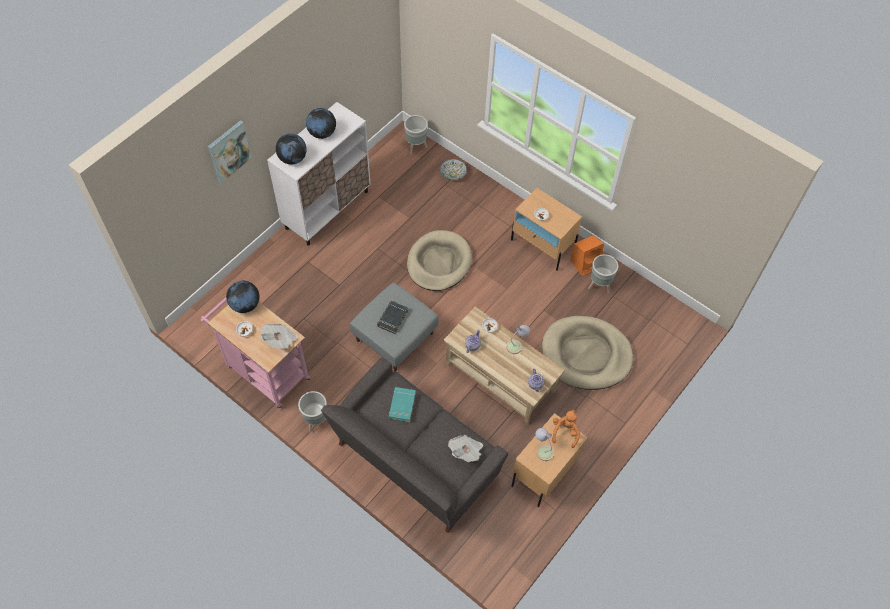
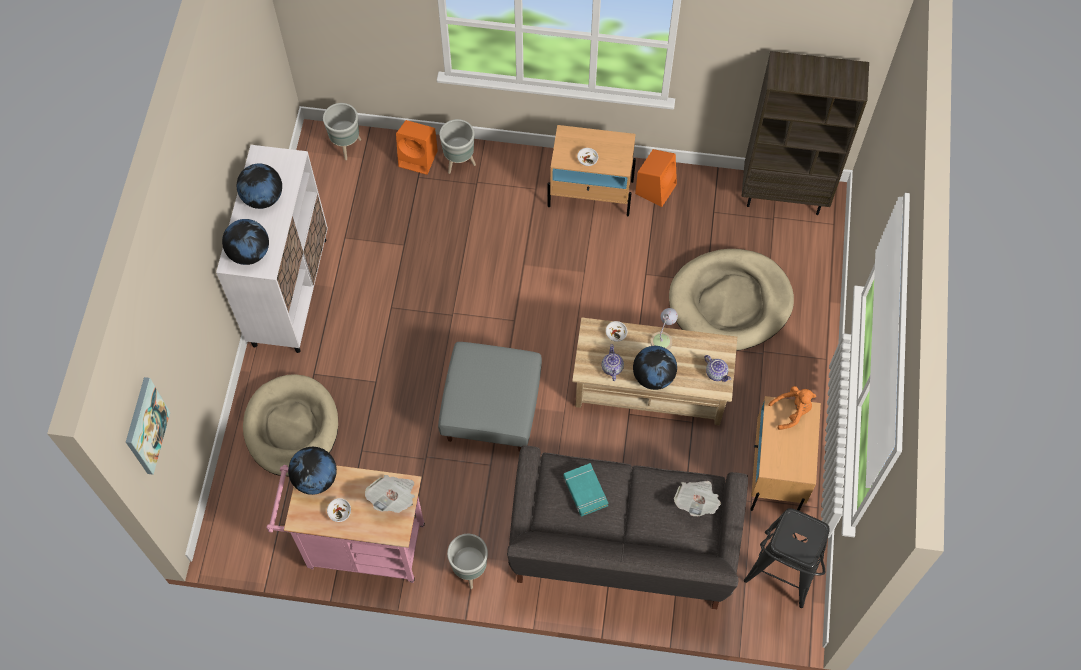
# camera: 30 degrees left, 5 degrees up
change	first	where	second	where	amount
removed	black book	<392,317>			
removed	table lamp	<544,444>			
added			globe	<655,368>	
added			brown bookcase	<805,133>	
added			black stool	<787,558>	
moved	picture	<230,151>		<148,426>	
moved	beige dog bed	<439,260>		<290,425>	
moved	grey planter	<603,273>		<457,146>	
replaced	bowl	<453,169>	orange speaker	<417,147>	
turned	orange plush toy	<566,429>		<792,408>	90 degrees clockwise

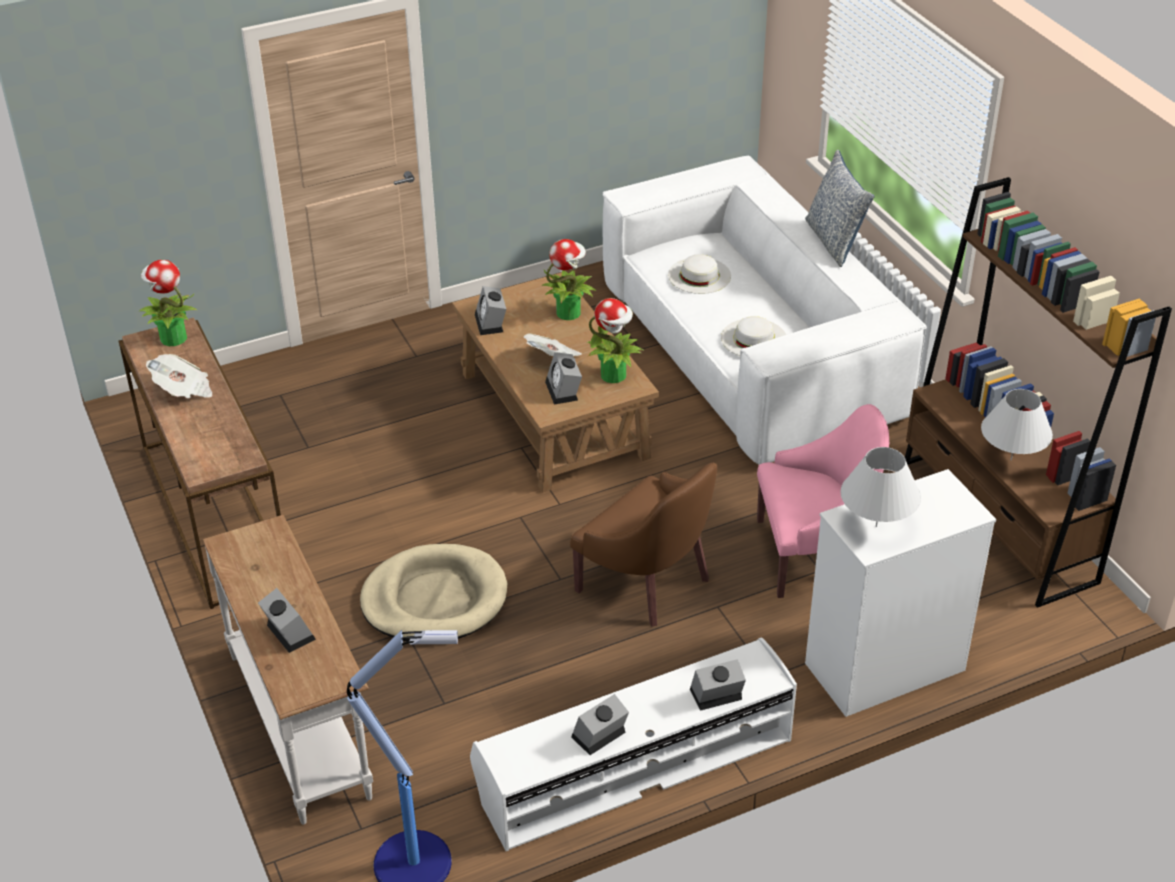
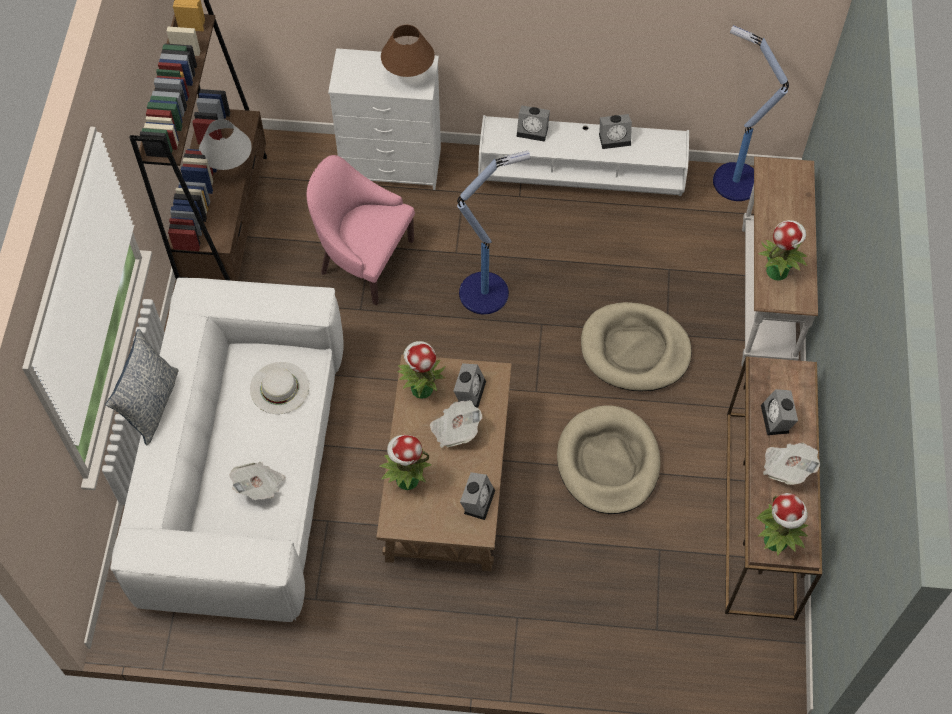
# camera: 150 degrees left, 20 degrees up
change	first	where	second	where	amount
added			beige dog bed	<609,459>	
added			potted plant	<782,250>	
moved	alarm clock	<287,620>		<779,412>	
replaced	brown armchair	<643,545>	floor lamp	<493,232>	
replaced	white hat	<699,274>	newspaper	<257,481>	
recoloured	white table lamp	<880,487>	brown table lamp	<408,51>	

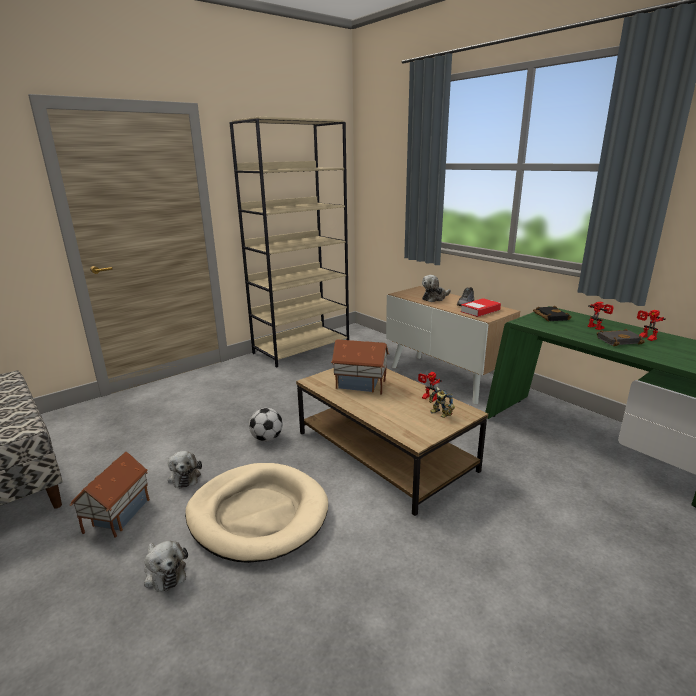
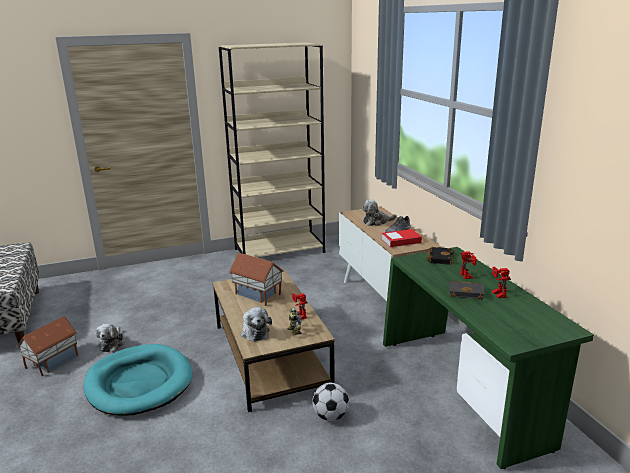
# camera: 20 degrees right, 0 degrees up
change	first	where	second	where	amount
moved	plush toy	<166,566>		<256,324>	
moved	football	<266,424>		<330,402>	
recoloured	beige dog bed	<256,513>	turquoise dog bed	<138,380>	

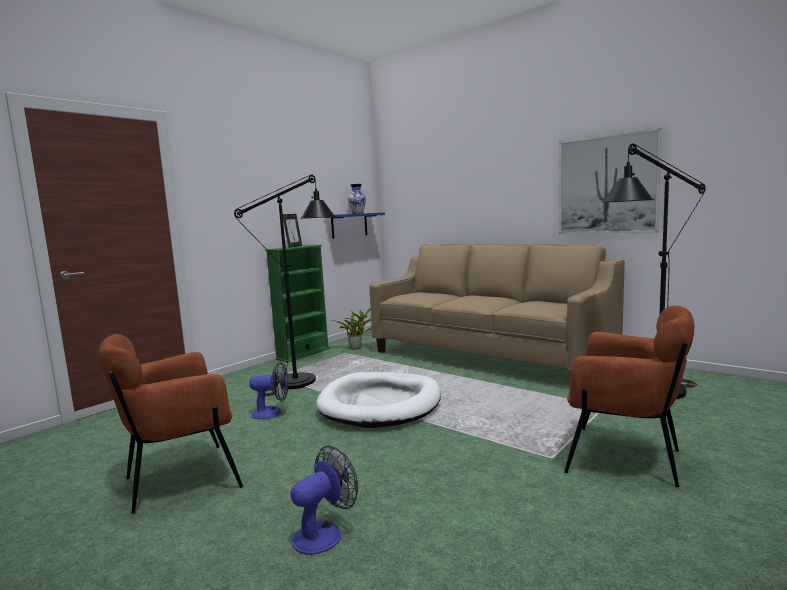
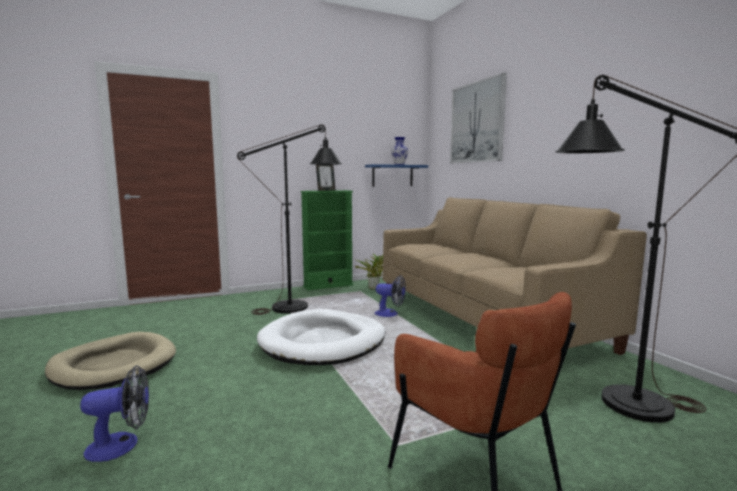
# camera: 25 degrees right, 0 degrees up
change	first	where	second	where	amount
moved	fan	<268,390>		<390,296>	
moved	picture	<610,181>		<478,118>	
replaced	brown armchair	<171,424>	beige dog bed	<110,361>	

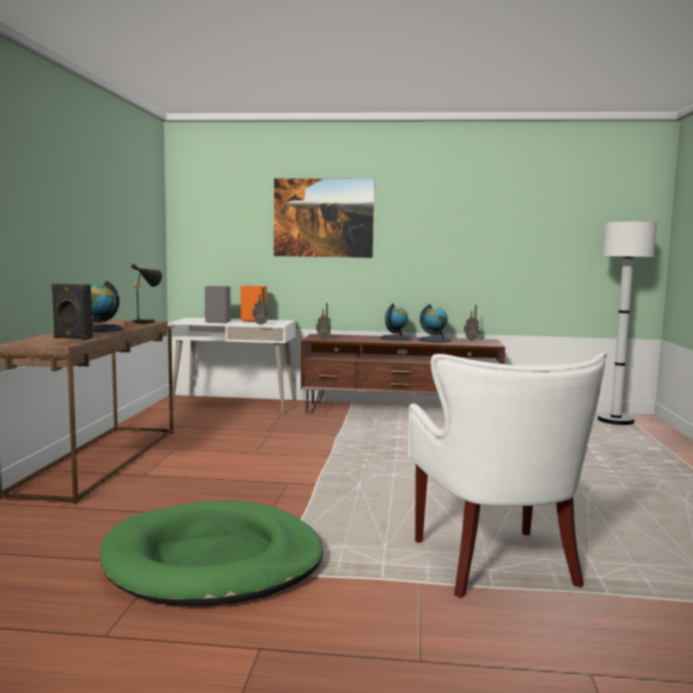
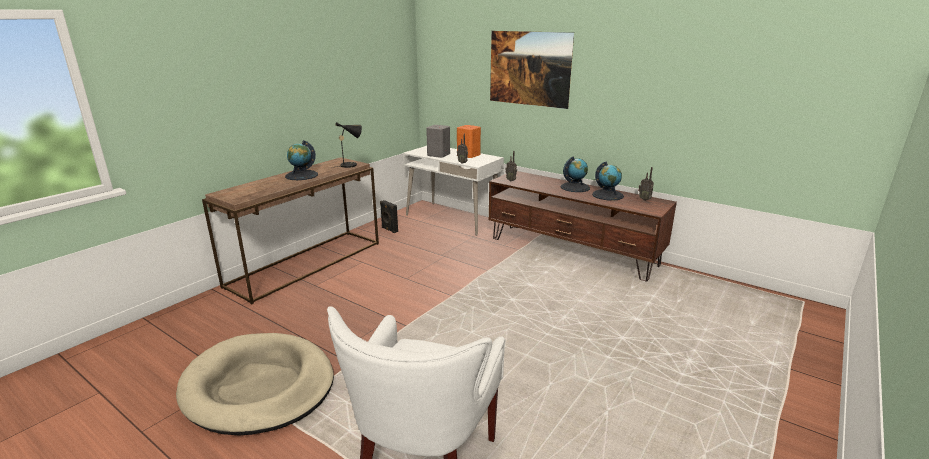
# camera: 30 degrees right, 15 degrees up
change	first	where	second	where	amount
removed	white floor lamp	<627,323>			
moved	black speaker	<72,311>		<389,216>	
recoloured	green dog bed	<211,553>	beige dog bed	<255,384>	

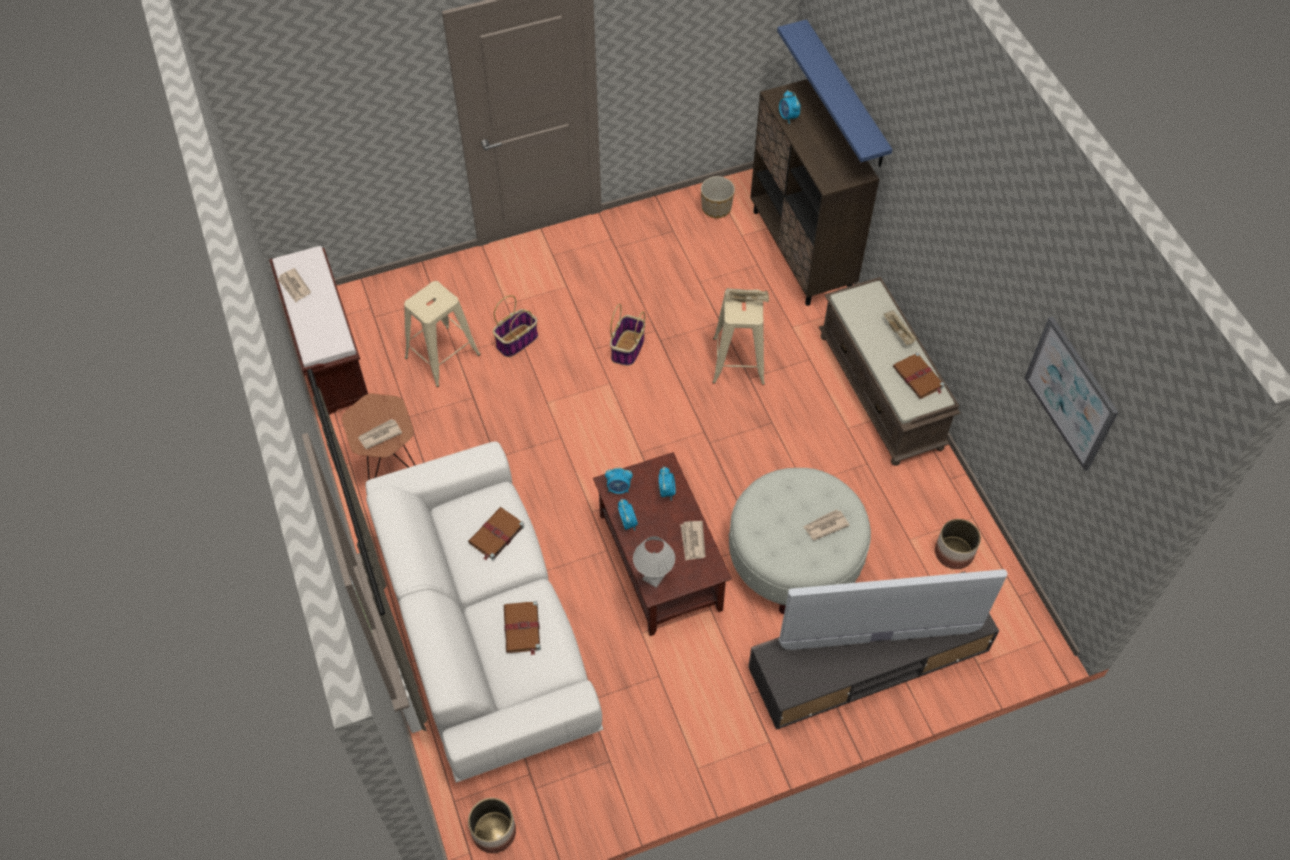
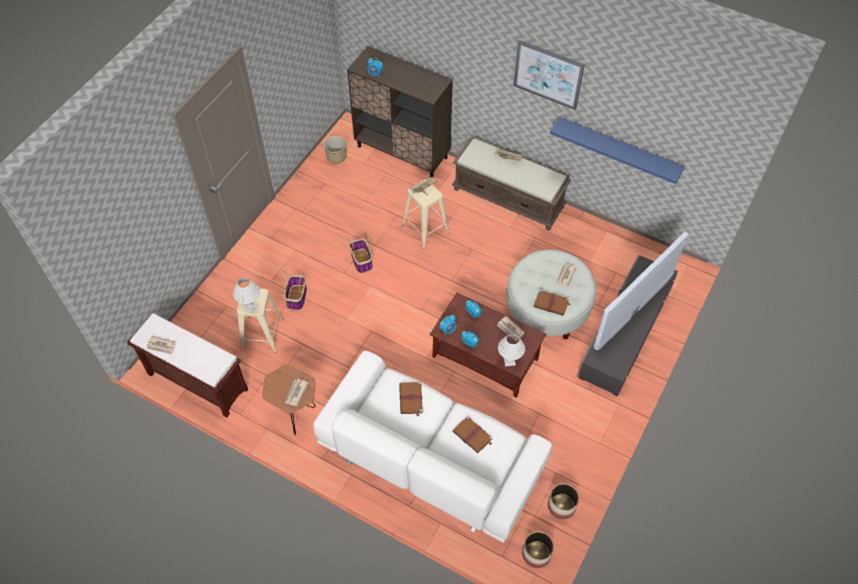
# camera: 40 degrees left, 0 degrees up
change	first	where	second	where	amount
added			white table lamp	<246,295>	
moved	blue shelf	<835,93>		<617,150>	
moved	brown book	<918,376>		<552,302>	
moved	planter	<958,544>		<563,501>	
moved	picture	<1071,393>		<549,75>	

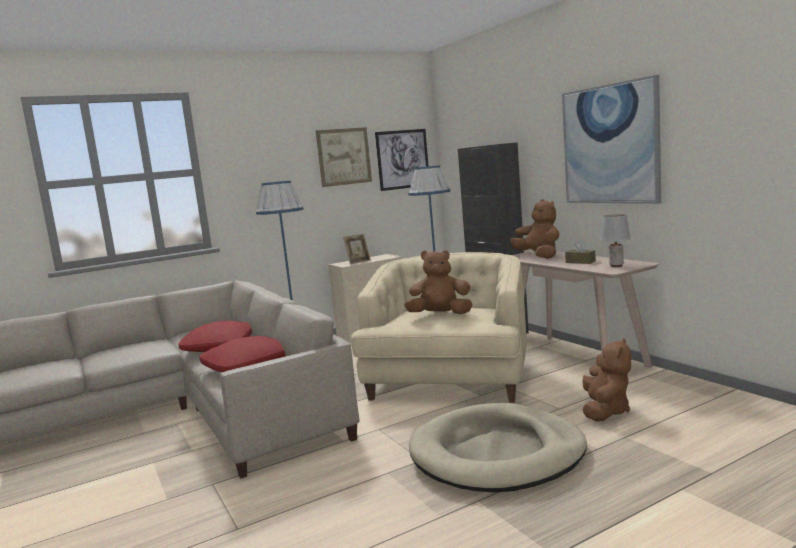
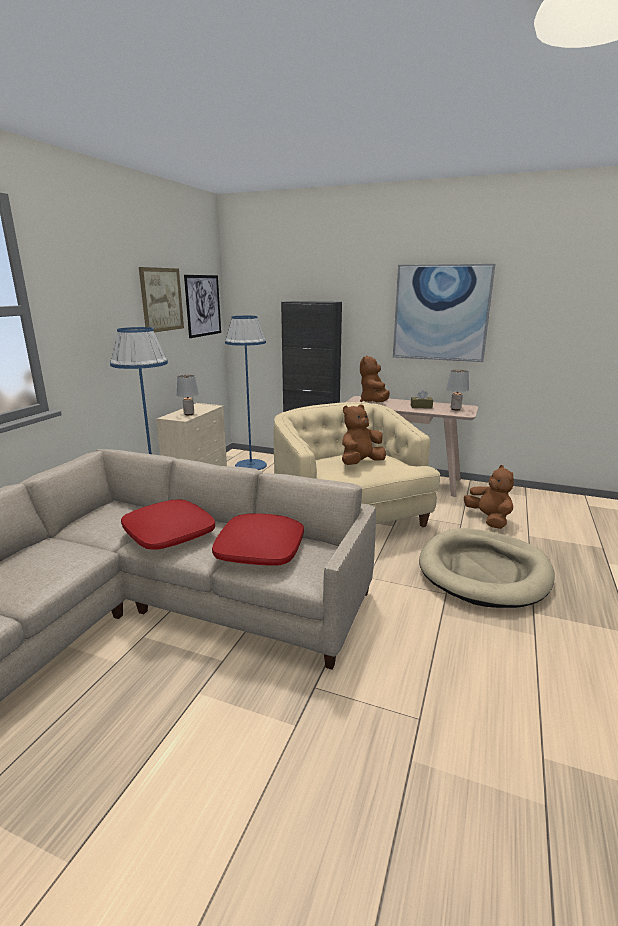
# camera: 40 degrees left, 10 degrees up
change	first	where	second	where	amount
replaced	picture frame	<357,249>	grey table lamp	<188,395>	
turned	brown plush toy	<534,229>		<375,379>	105 degrees counterclockwise

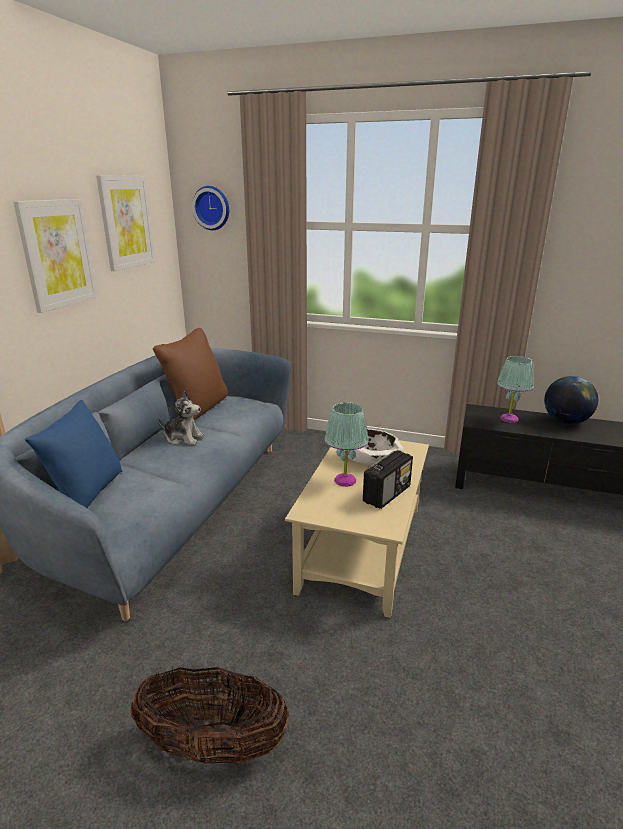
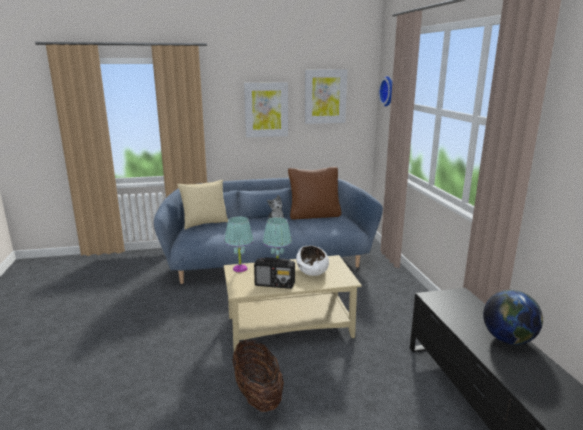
# camera: 60 degrees right, 5 degrees down
change	first	where	second	where	amount
moved	basket	<210,715>		<258,376>	
moved	turquoise table lamp	<515,389>		<239,244>	
recoloured	blue pillow	<73,454>	beige pillow	<202,205>	

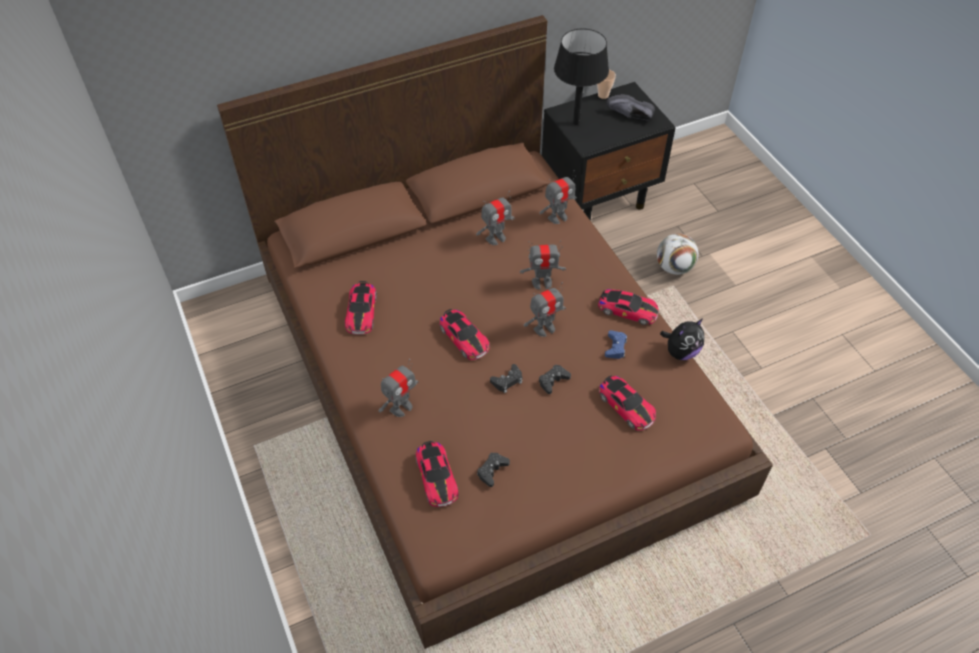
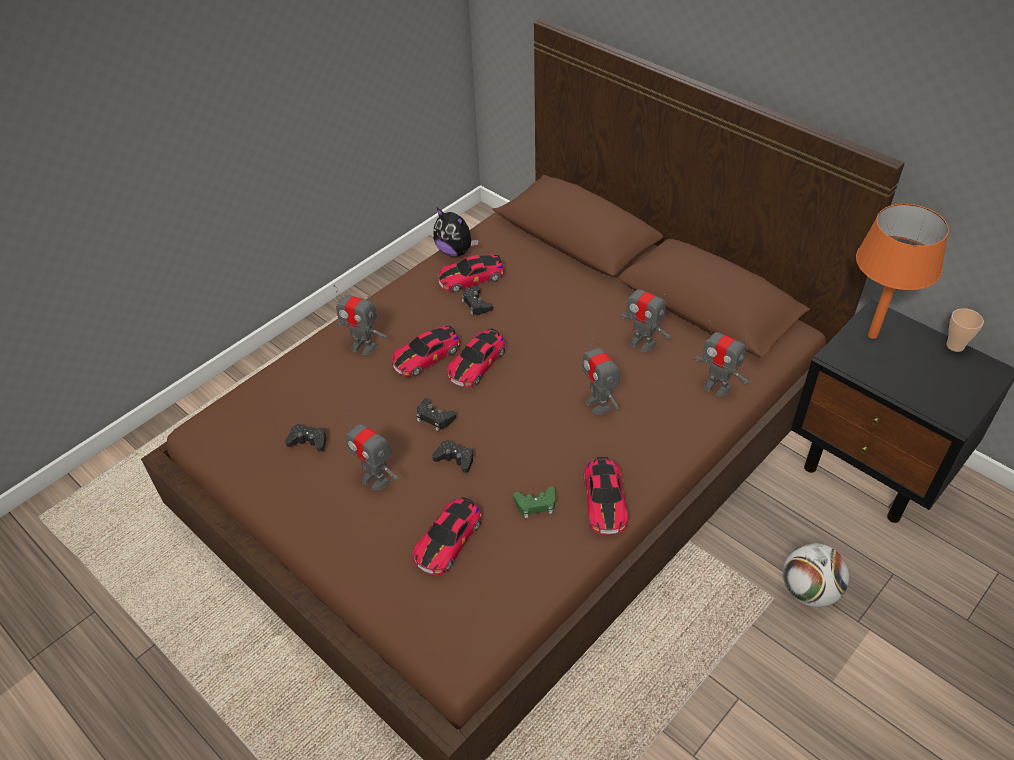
# camera: 70 degrees right, 5 degrees down
change	first	where	second	where	amount
removed	black shoe	<630,107>			
added			black game controller	<477,300>	
moved	toy car	<436,474>		<426,351>	
moved	toy robot	<545,309>		<372,452>	
moved	plush toy	<682,339>		<456,232>	
recoloured	black table lamp	<581,77>	orange table lamp	<902,271>	
recoloured	blue game controller	<616,344>	green game controller	<534,502>	

